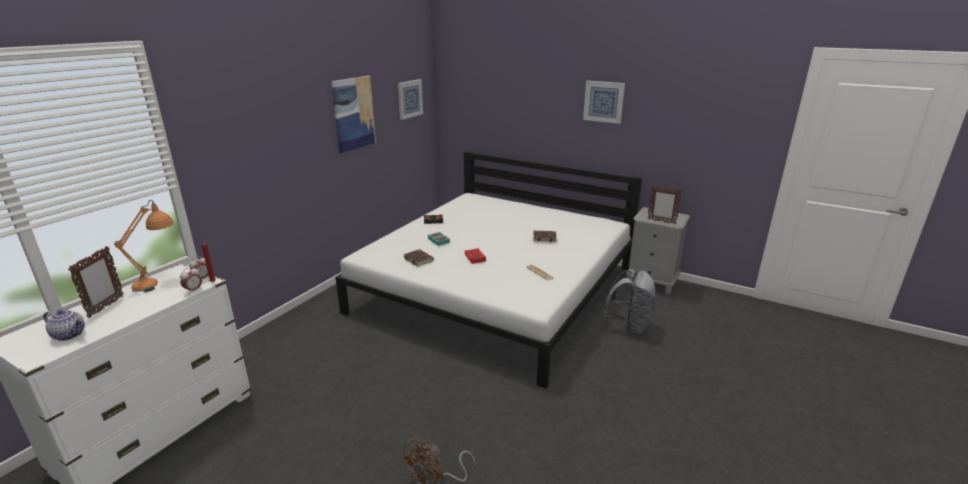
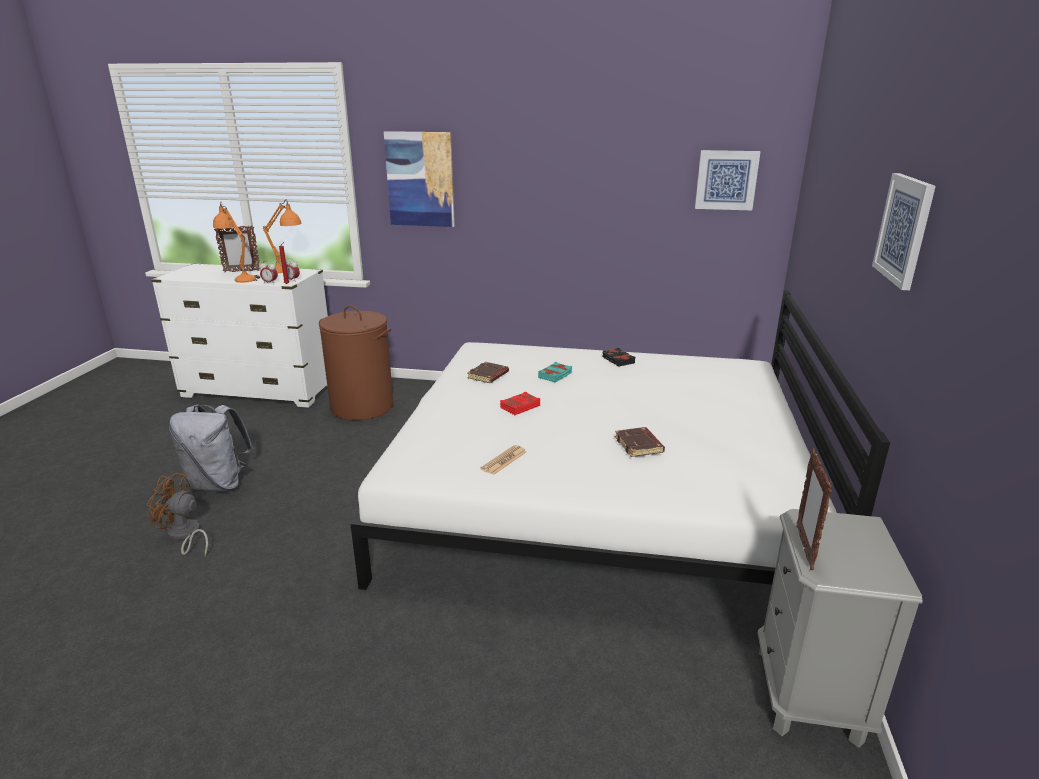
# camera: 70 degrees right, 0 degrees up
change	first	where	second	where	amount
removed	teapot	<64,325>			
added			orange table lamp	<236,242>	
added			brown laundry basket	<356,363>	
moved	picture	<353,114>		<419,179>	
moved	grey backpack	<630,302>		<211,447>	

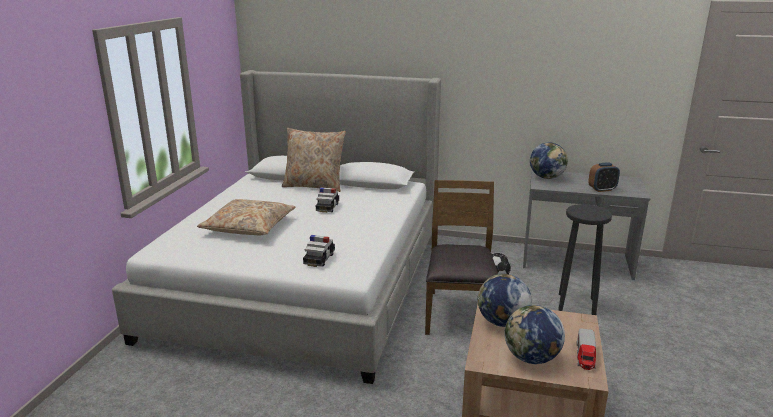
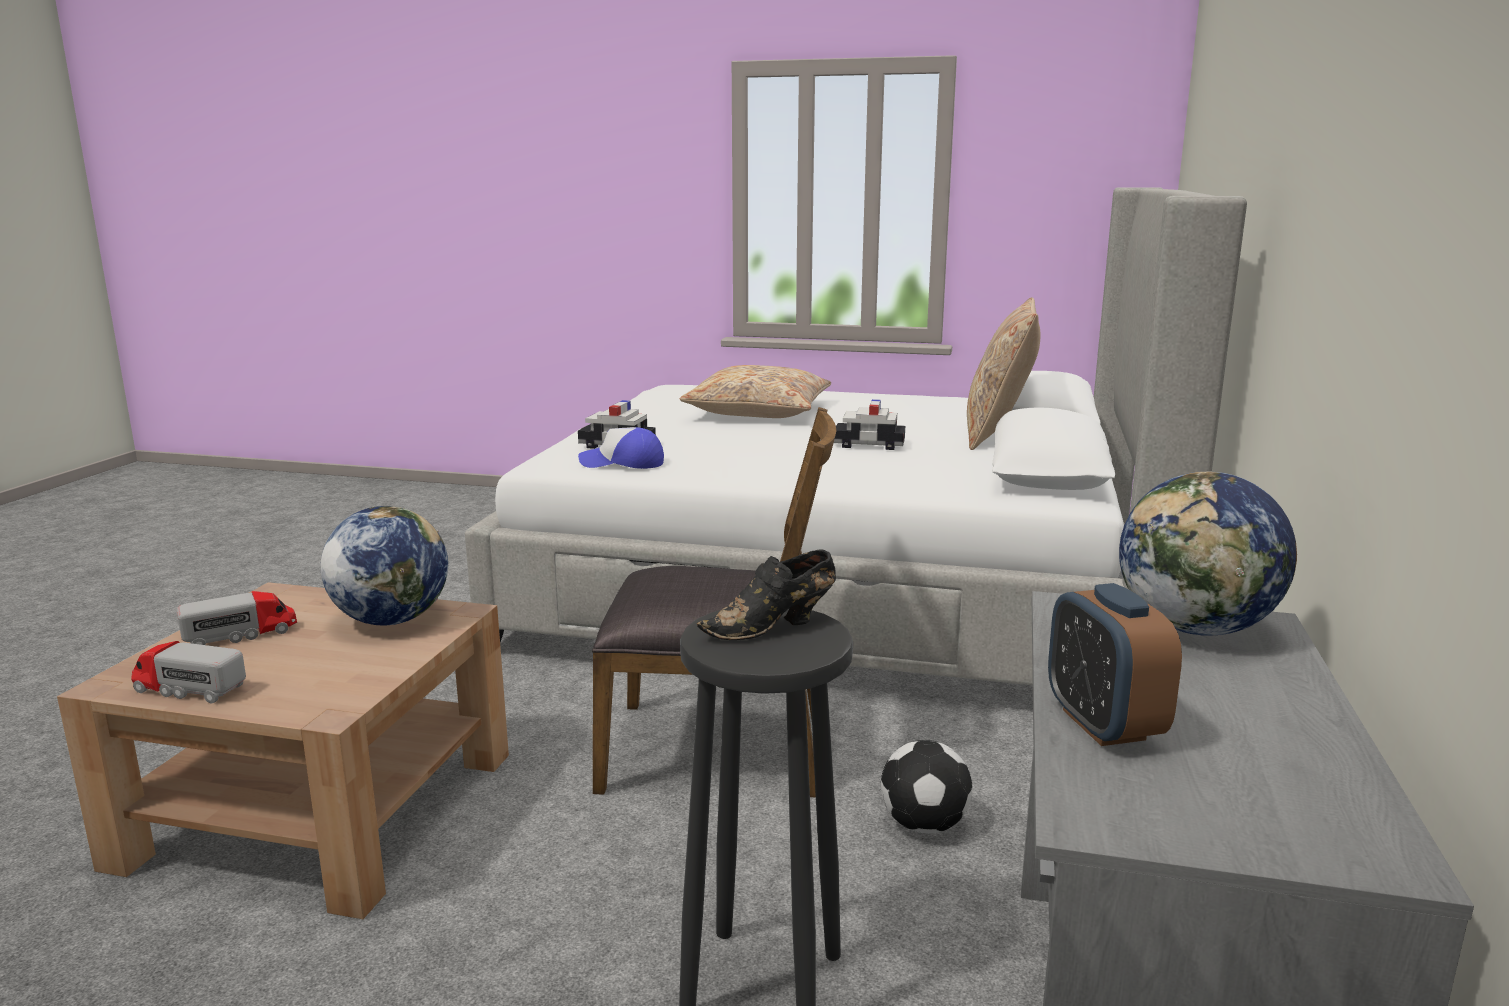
# camera: 90 degrees right, 5 degrees down
change	first	where	second	where	amount
added			cap	<621,448>	
added			black shoe	<766,595>	
replaced	globe	<534,334>	toy truck	<237,618>	

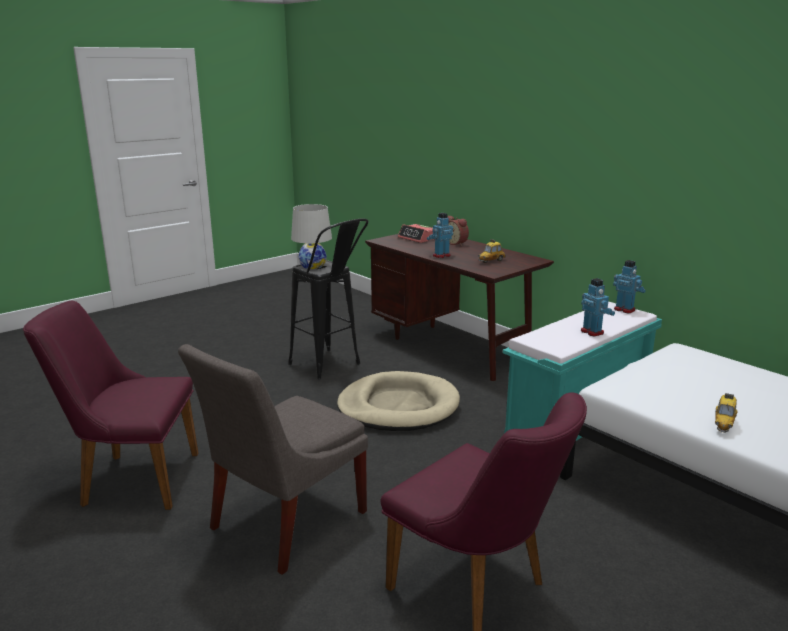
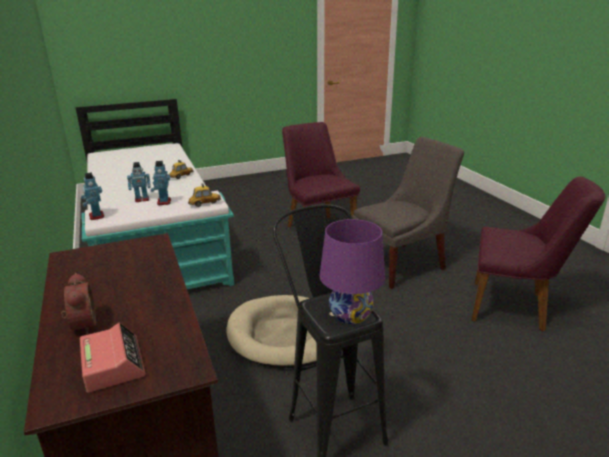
# camera: 160 degrees left, 5 degrees up
change	first	where	second	where	amount
moved	toy robot	<440,235>		<139,182>	
moved	toy car	<492,251>		<204,195>	
recoloured	white table lamp	<311,236>	purple table lamp	<352,271>	

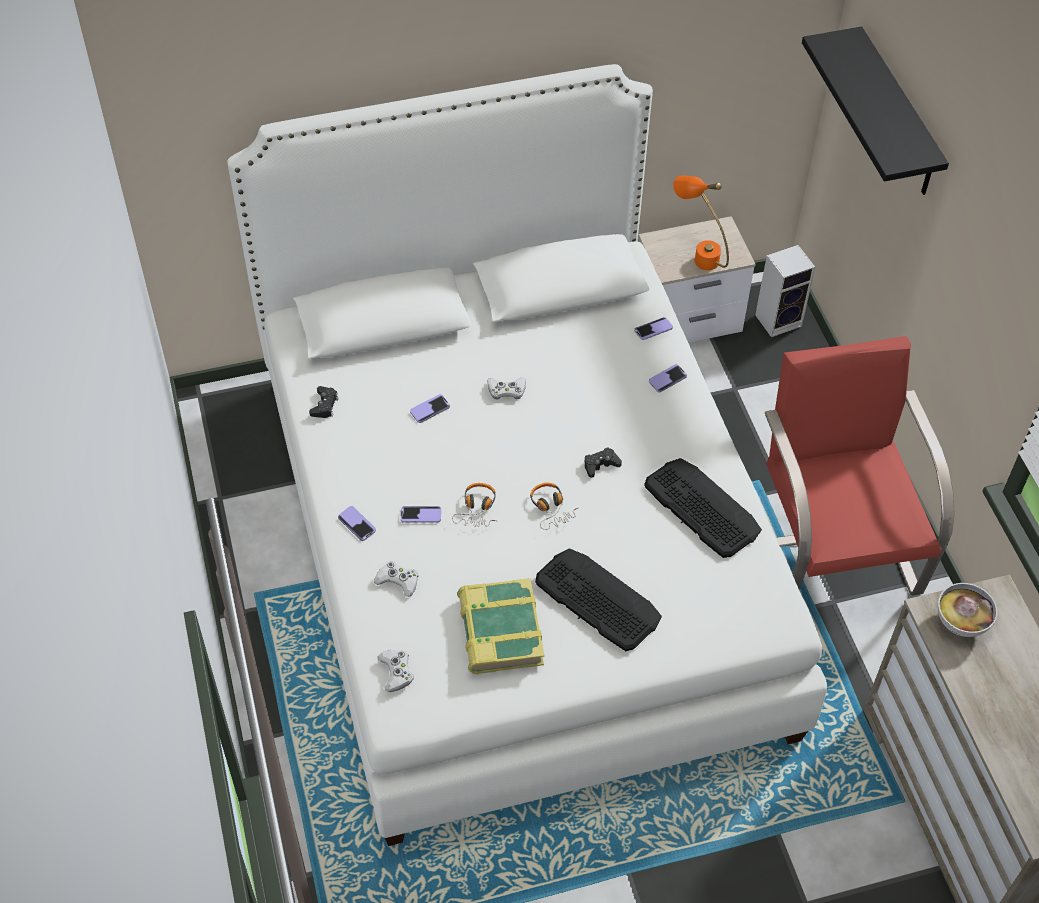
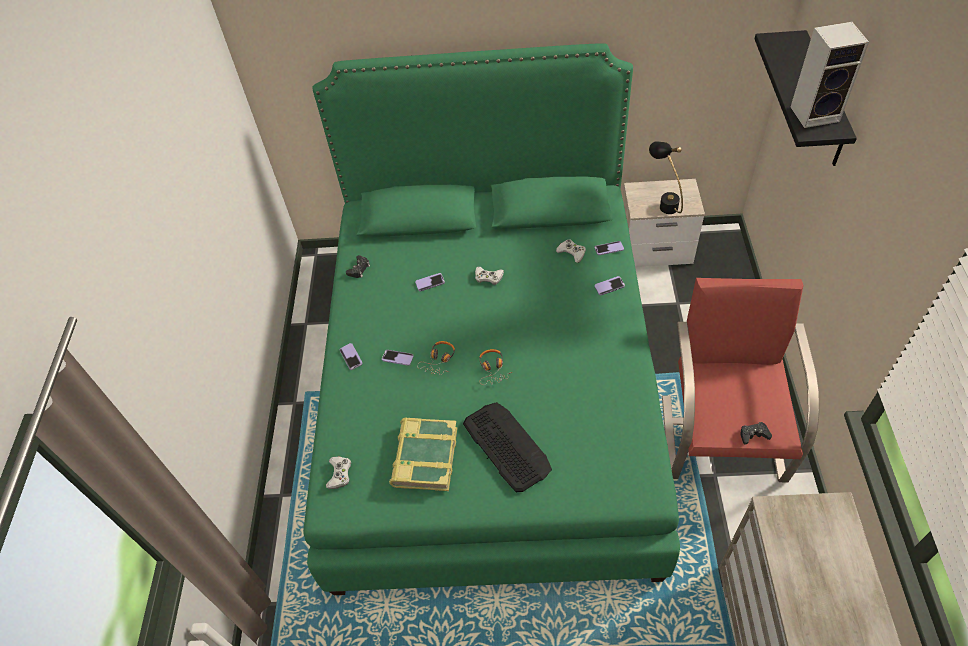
# camera: 20 degrees right, 0 degrees up
change	first	where	second	where	amount
removed	keyboard	<703,508>			
removed	bowl	<968,610>			
moved	white game controller	<396,579>		<571,251>	
moved	black game controller	<603,462>		<756,433>	
moved	speaker	<785,291>		<830,75>	
recoloured	white bed	<527,455>	green bed	<492,319>	
recoloured	orange table lamp	<701,222>	black table lamp	<666,177>	

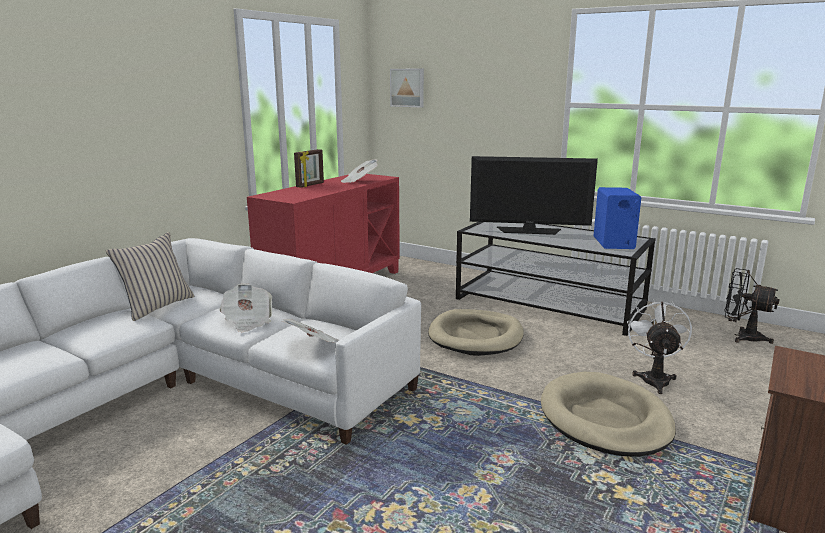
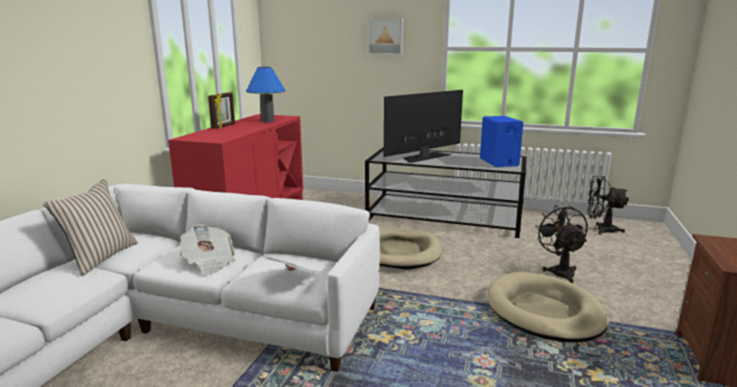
# camera: 15 degrees left, 0 degrees up
change	first	where	second	where	amount
moved	picture	<407,88>		<385,36>	
replaced	newspaper	<359,171>	blue table lamp	<266,94>	
recoloured	white fan	<659,346>	black fan	<561,244>	
turned	television	<534,195>		<423,126>	150 degrees clockwise

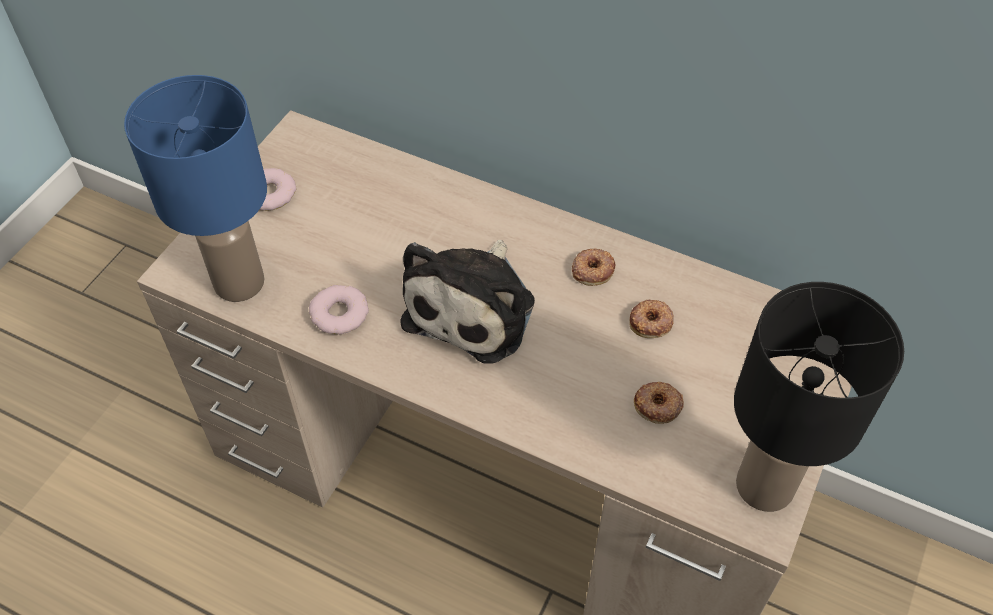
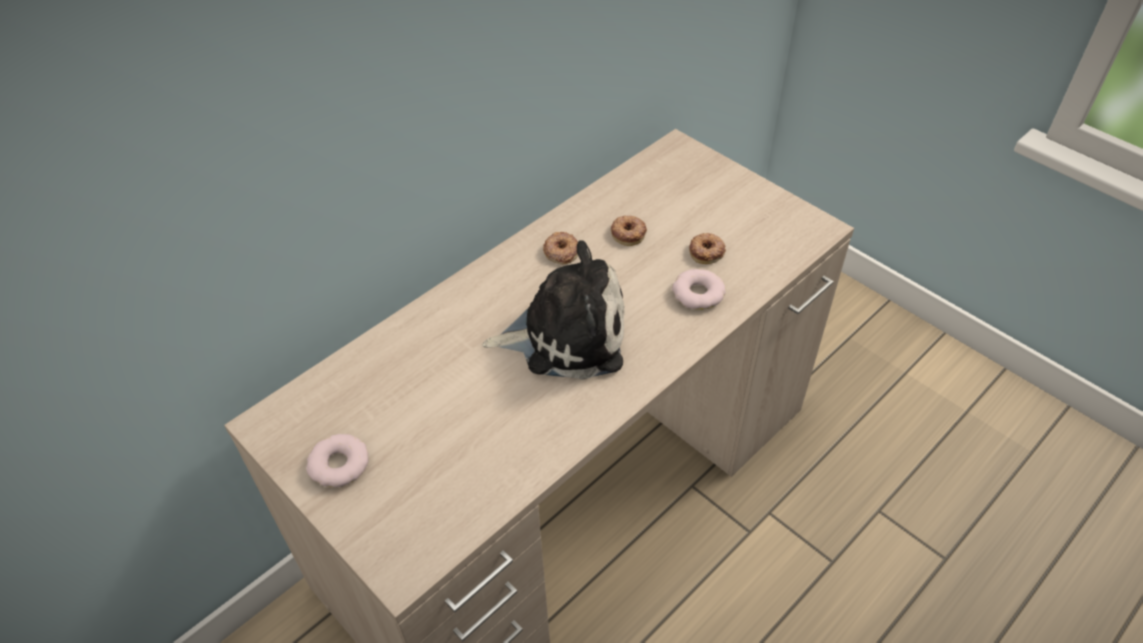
# camera: 70 degrees left, 5 degrees down
change	first	where	second	where	amount
removed	blue table lamp	<195,188>			
removed	black table lamp	<819,397>			
moved	donut	<339,310>		<698,289>	
turned	plush toy	<468,302>		<553,310>	45 degrees counterclockwise

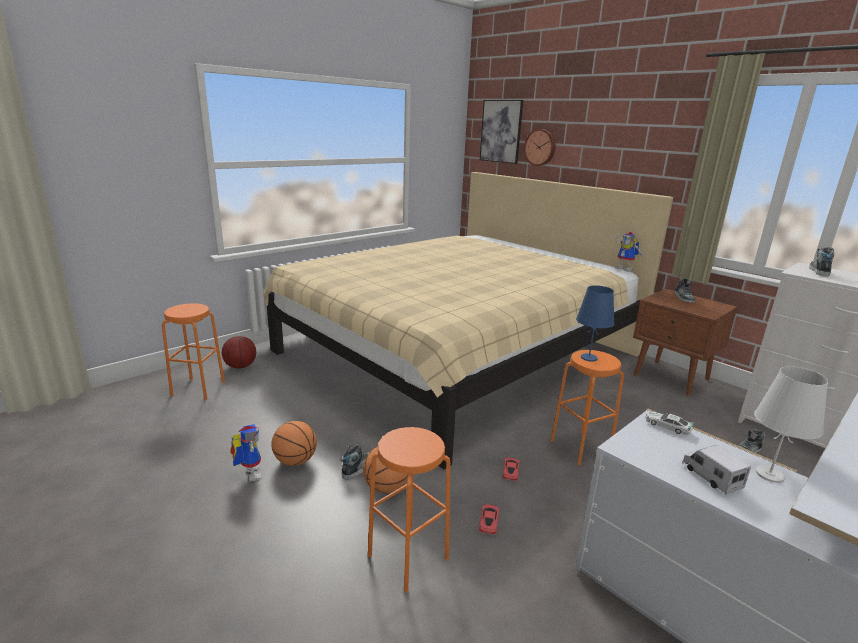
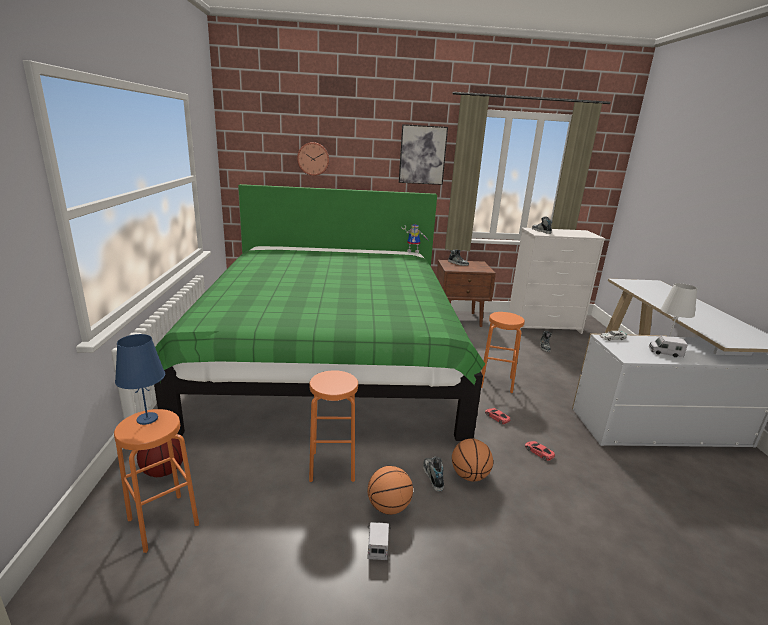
# camera: 50 degrees left, 0 degrees up
change	first	where	second	where	amount
moved	orange stool	<409,509>		<333,426>	
moved	picture	<501,132>		<423,154>	
moved	blue table lamp	<595,323>		<140,379>	
replaced	toy robot	<246,453>	toy truck	<379,541>	
recoloured	beige bed	<468,320>	green bed	<319,312>	

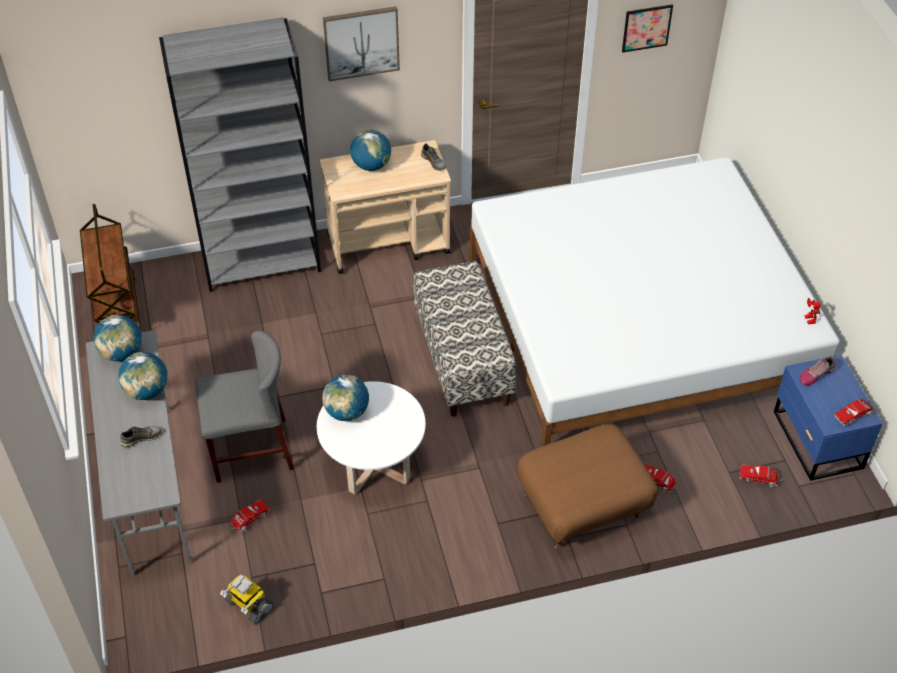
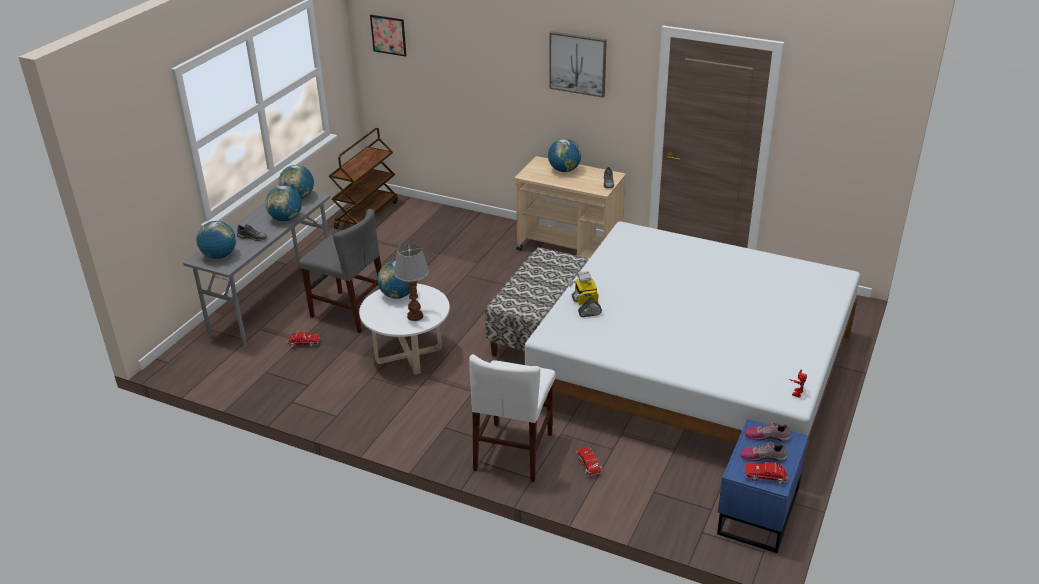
# camera: 40 degrees right, 15 degrees down
change	first	where	second	where	amount
removed	grey bookcase	<240,154>			
removed	toy truck	<761,476>			
added			globe	<216,240>	
added			table lamp	<411,282>	
added			shoe	<763,451>	
moved	toy robot	<247,599>		<585,294>	
moved	picture	<647,28>		<388,36>	
replaced	brown ottoman	<587,486>	white chair	<512,418>	

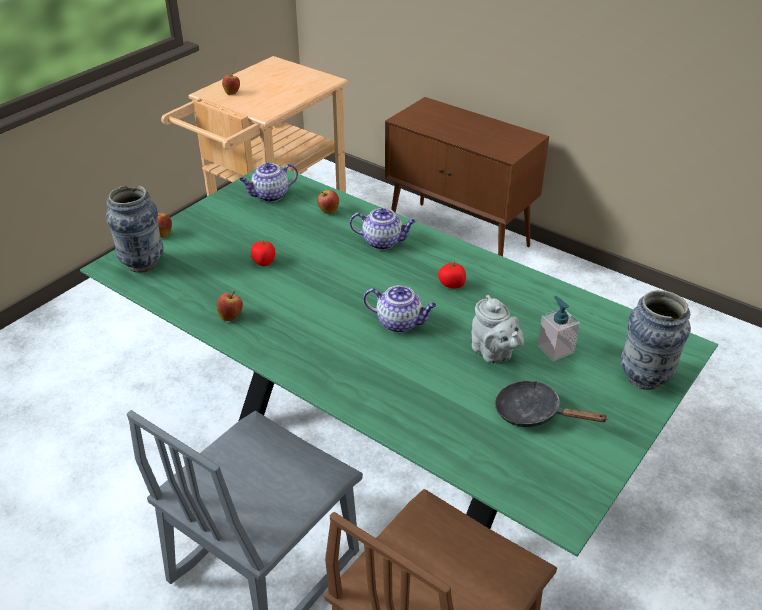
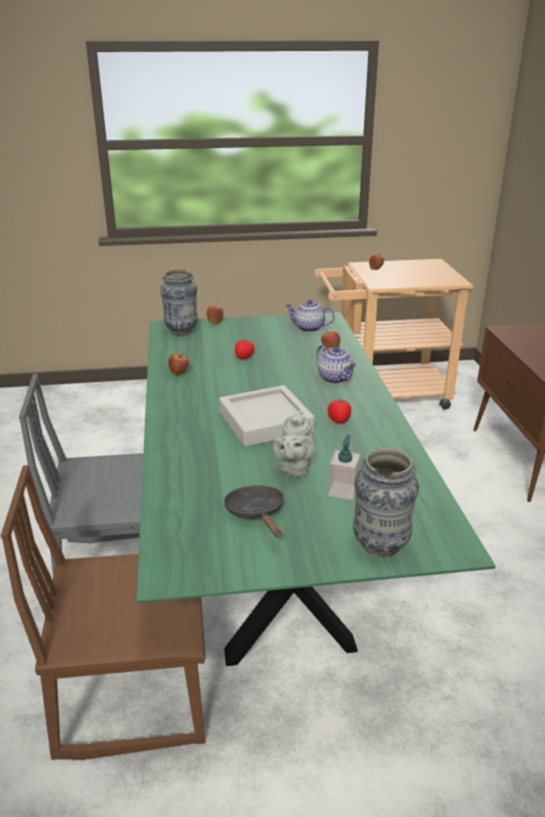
# camera: 45 degrees right, 10 degrees down
change	first	where	second	where	amount
replaced	teapot	<400,309>	grey tray	<267,416>	

